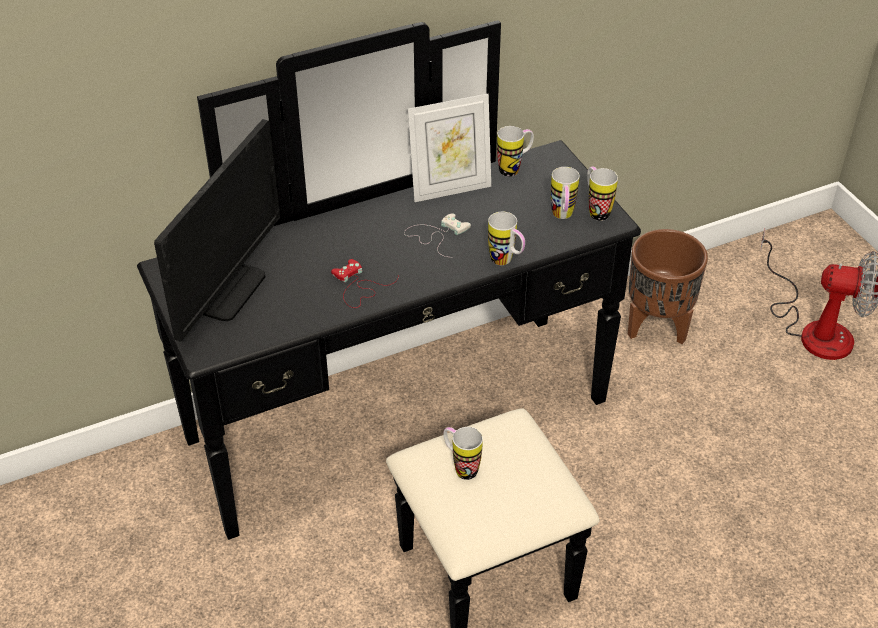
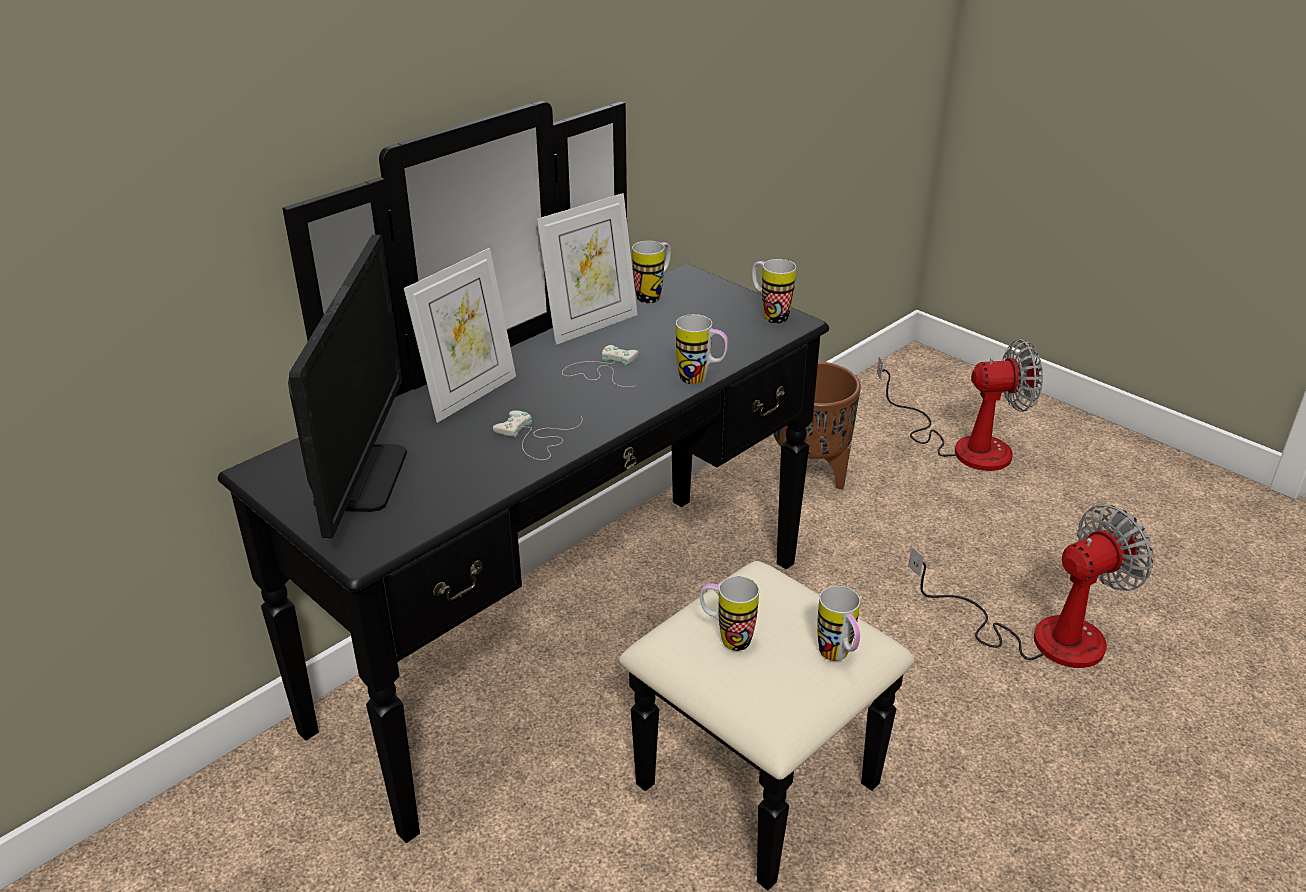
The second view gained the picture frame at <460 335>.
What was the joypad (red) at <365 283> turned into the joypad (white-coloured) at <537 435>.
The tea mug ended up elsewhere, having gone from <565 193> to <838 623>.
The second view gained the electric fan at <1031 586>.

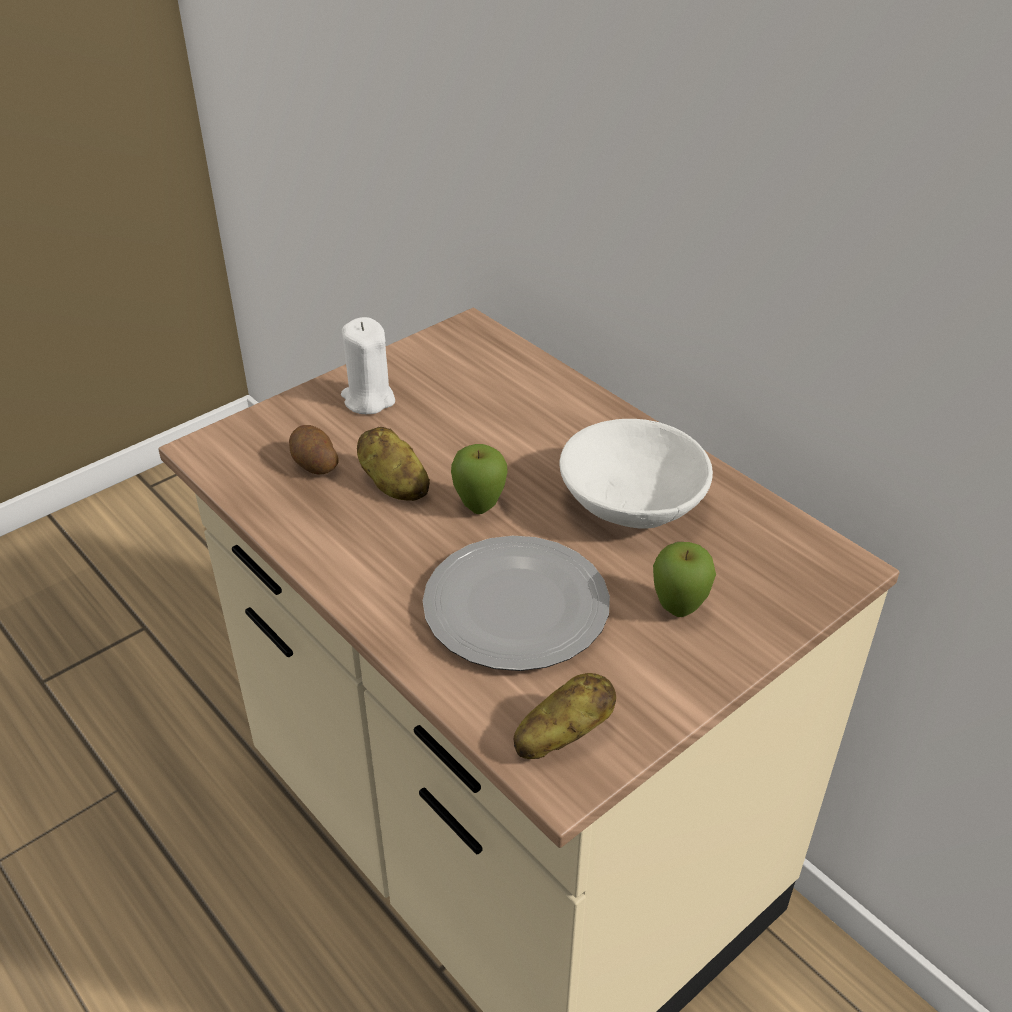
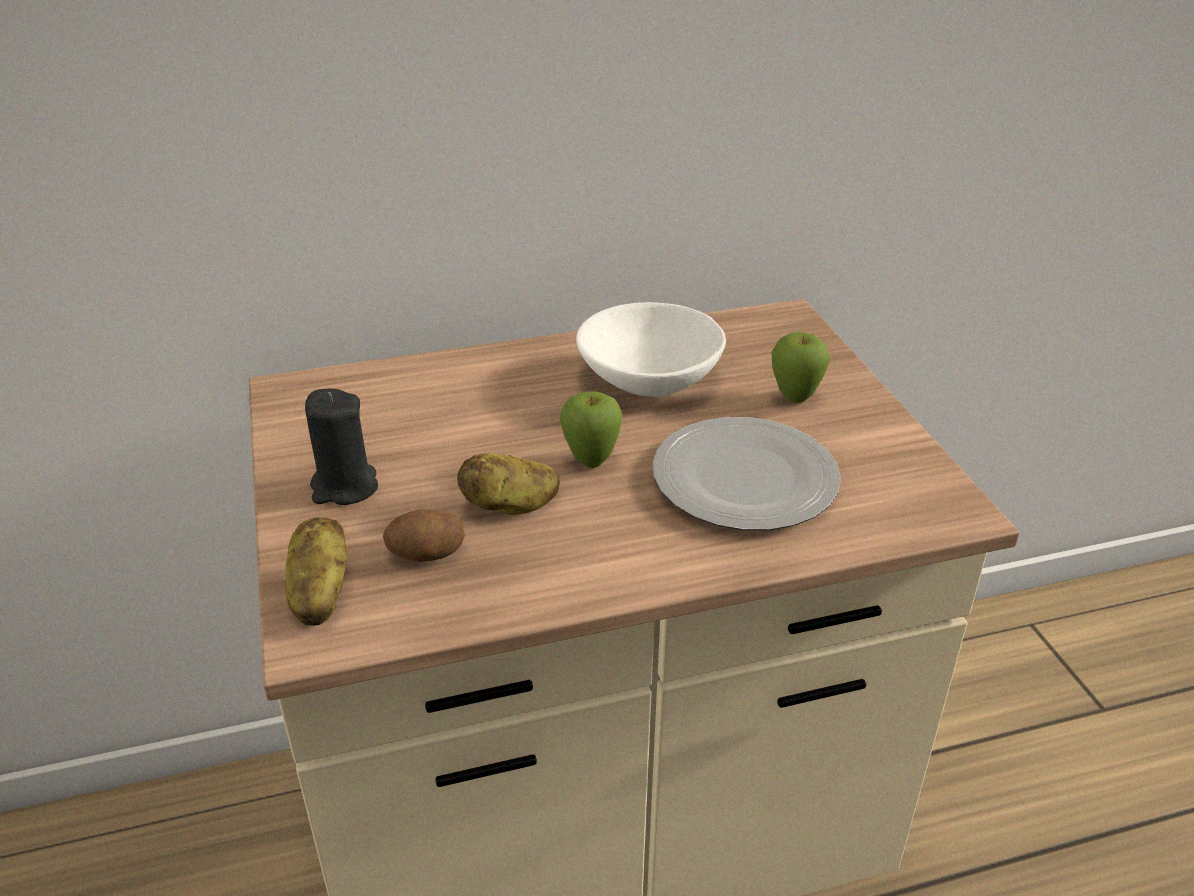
The whole potato ended up elsewhere, having gone from <565 716> to <316 571>.
What was the wax light (white-coloured) at <368 365> turned into the wax light (blackish) at <341 447>.

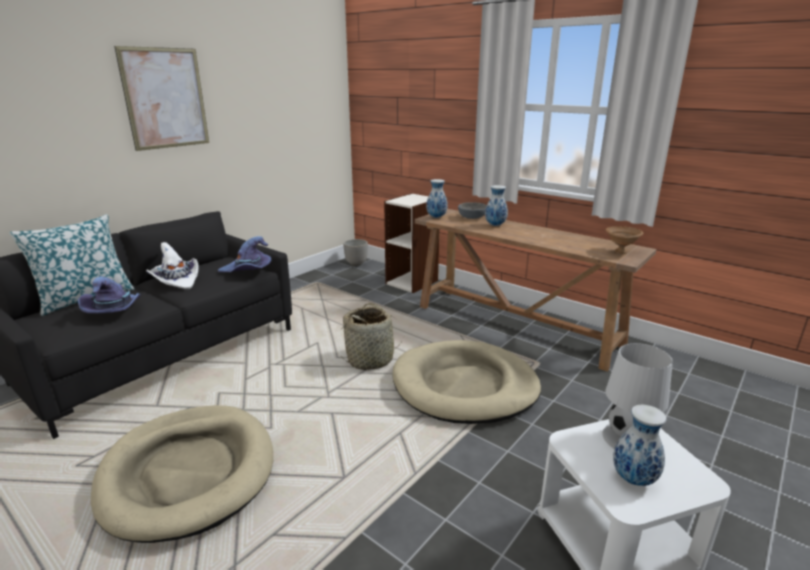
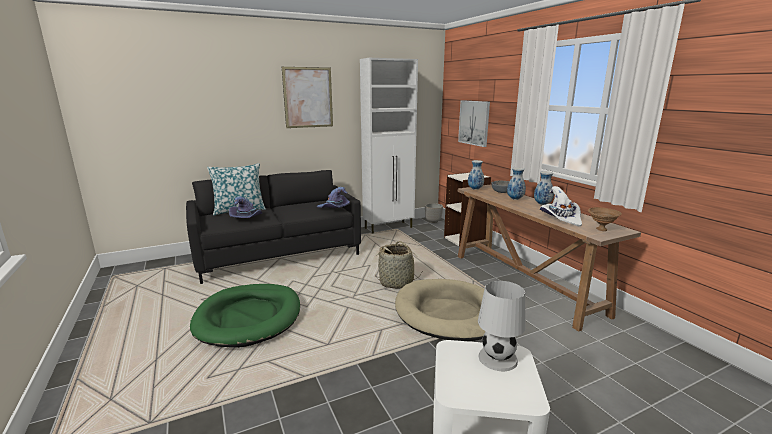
What was the pet bed (beige) at <182 474> turned into the pet bed (green) at <245 316>.
The second view gained the cabinet (white-coloured) at <389 146>.
The second view gained the wall art at <474 123>.
The flower vase ended up elsewhere, having gone from <640 445> to <544 188>.
The clothing hat (white-coloured) ended up elsewhere, having gone from <172 265> to <561 206>.

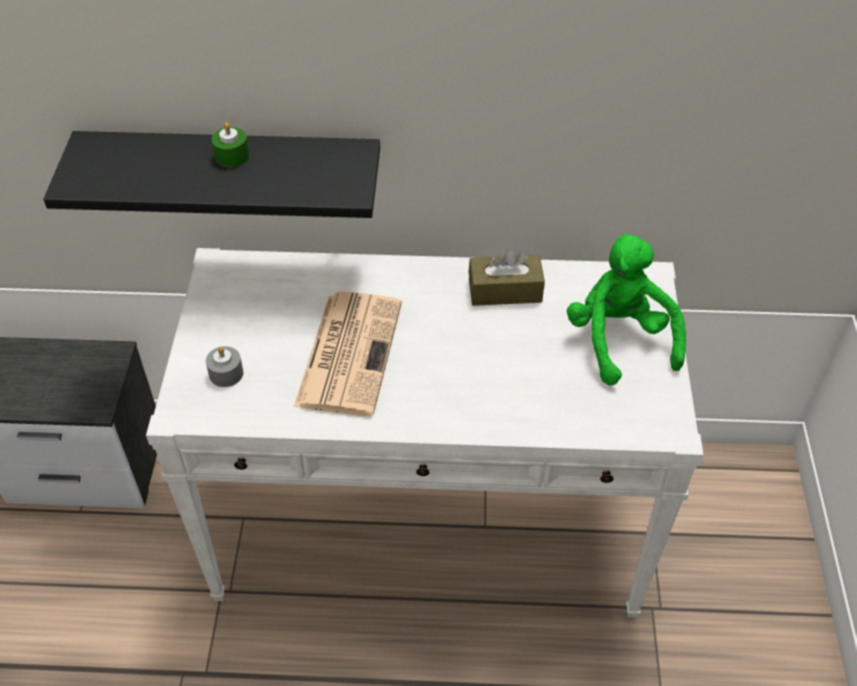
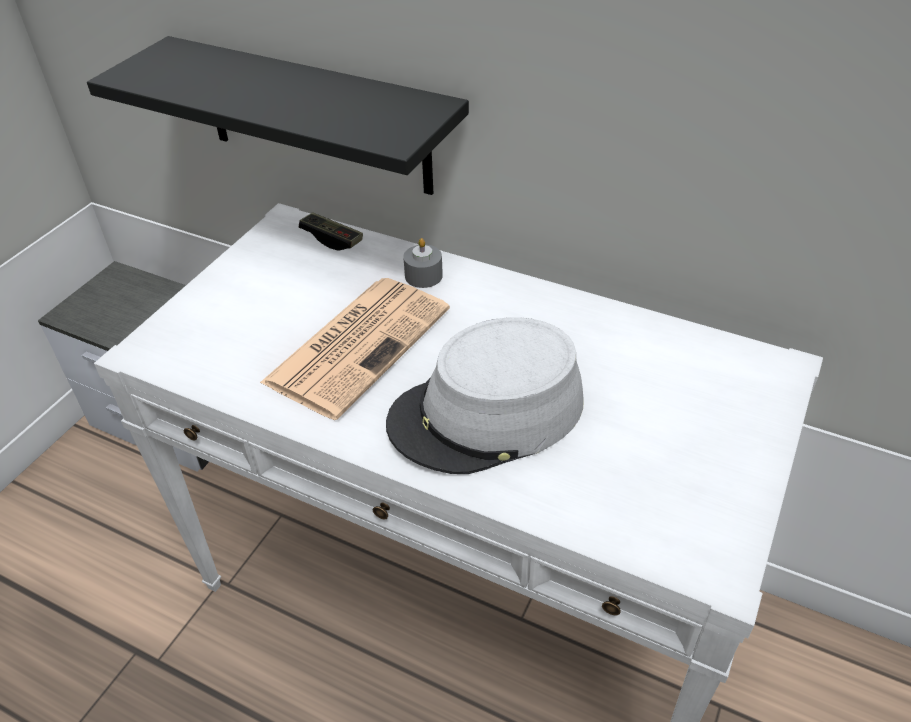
The second view gained the joypad at <331 231>.
The second view gained the clothing hat (grey) at <485 395>.
The wax light (grey) ended up elsewhere, having gone from <224 366> to <423 263>.
The second view lost the wax light (green) at <231 144>.
The second view lost the box of tissues (brown-coloured) at <507 277>.
The second view lost the plush toy (green) at <626 309>.

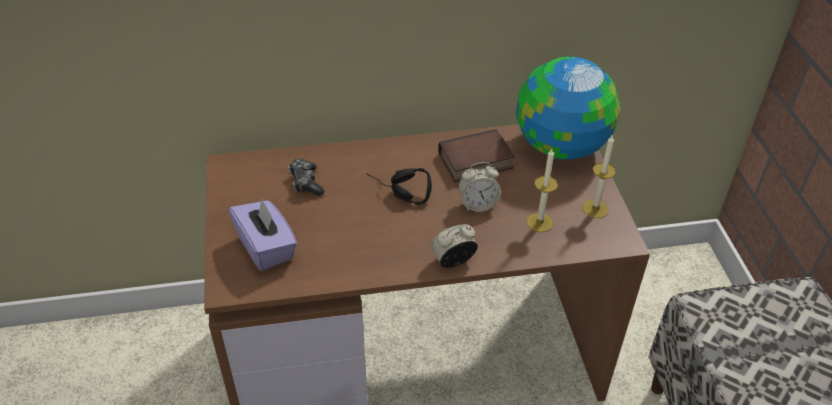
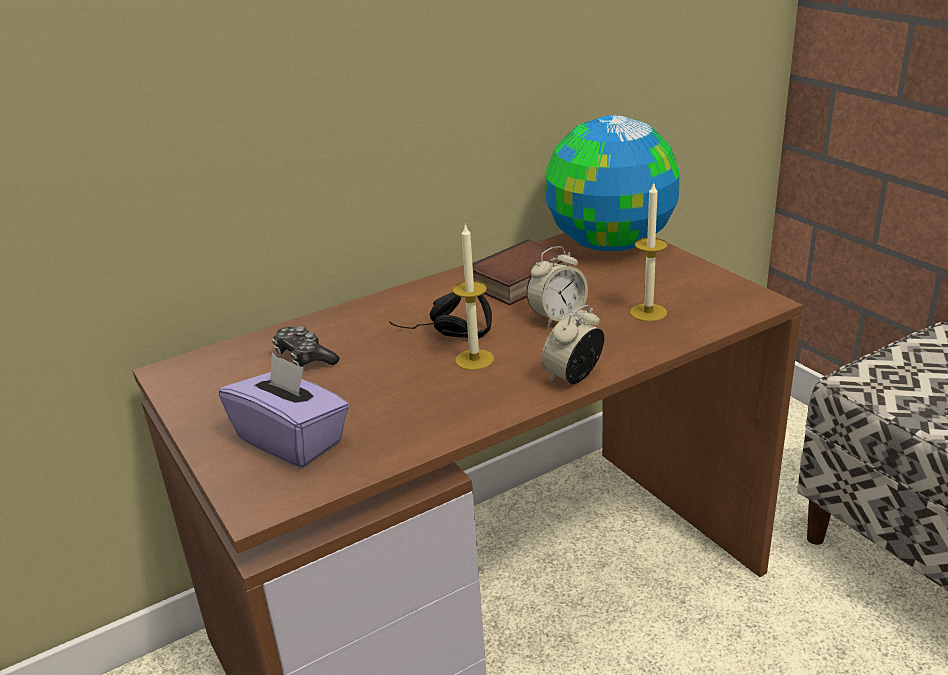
The wax light ended up elsewhere, having gone from <599 176> to <473 296>.

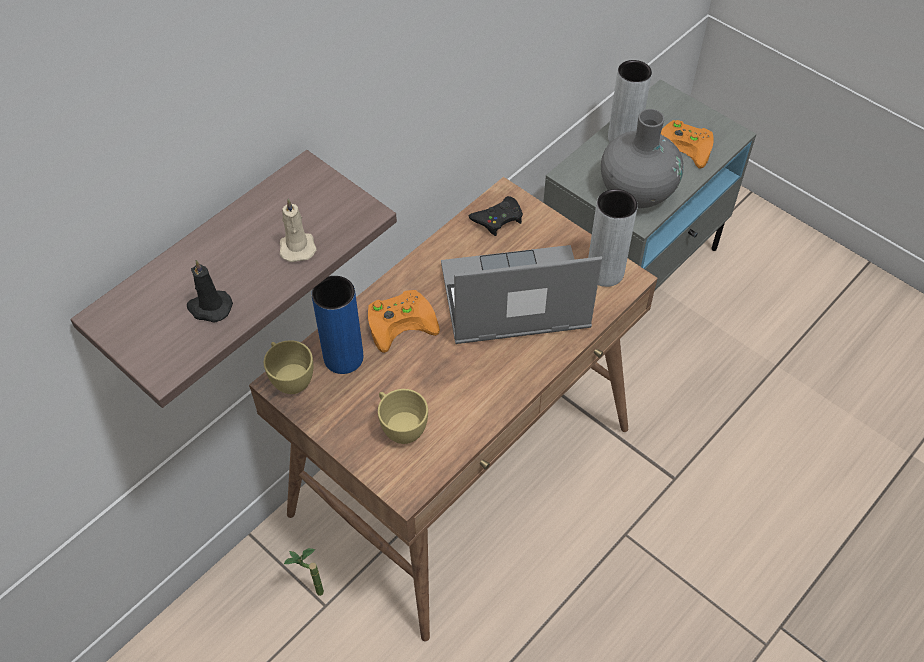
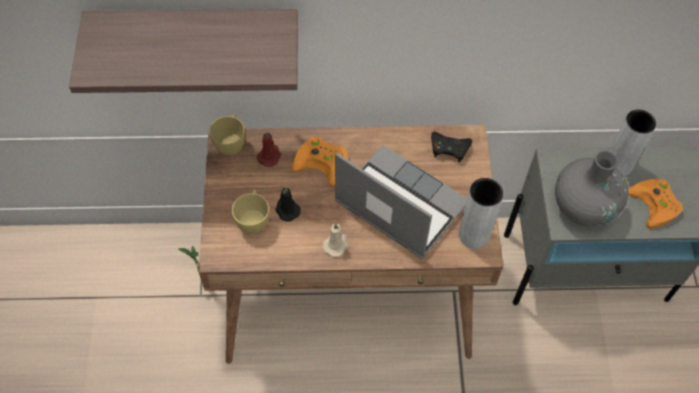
Where the flower vase (bluish) stood at <337 325>, the wax light (red) came to stand at <269 149>.
The wax light (blackish) ended up elsewhere, having gone from <210 291> to <288 204>.
The wax light (beige) ended up elsewhere, having gone from <298 230> to <335 240>.

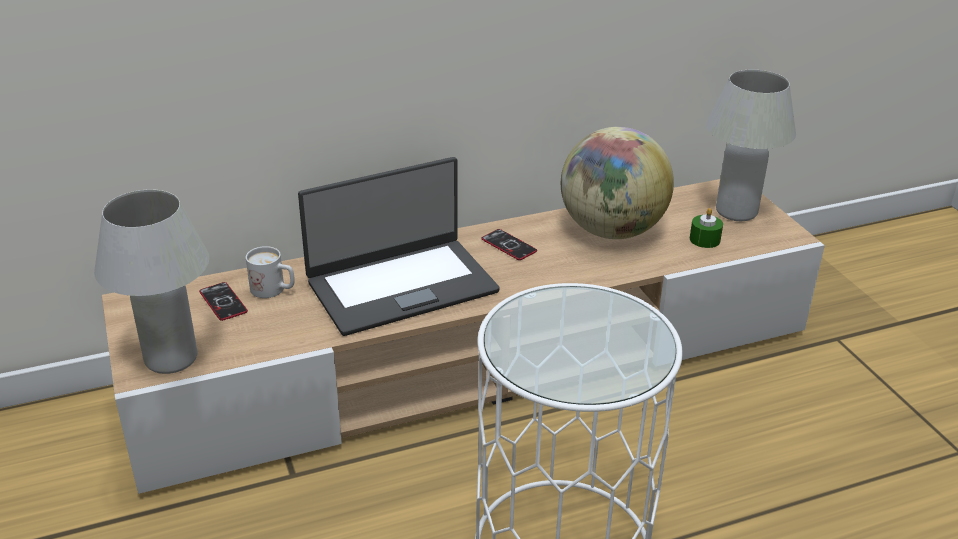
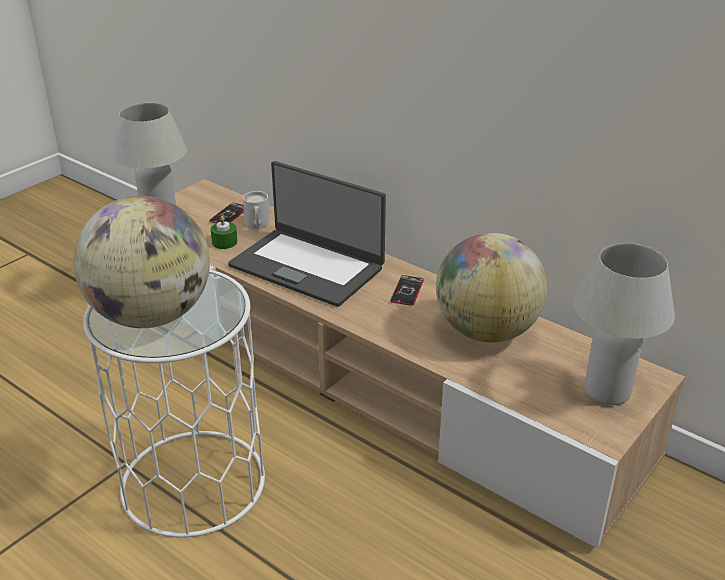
The second view gained the desk globe at <141 262>.
The wax light (green) ended up elsewhere, having gone from <706 228> to <224 232>.

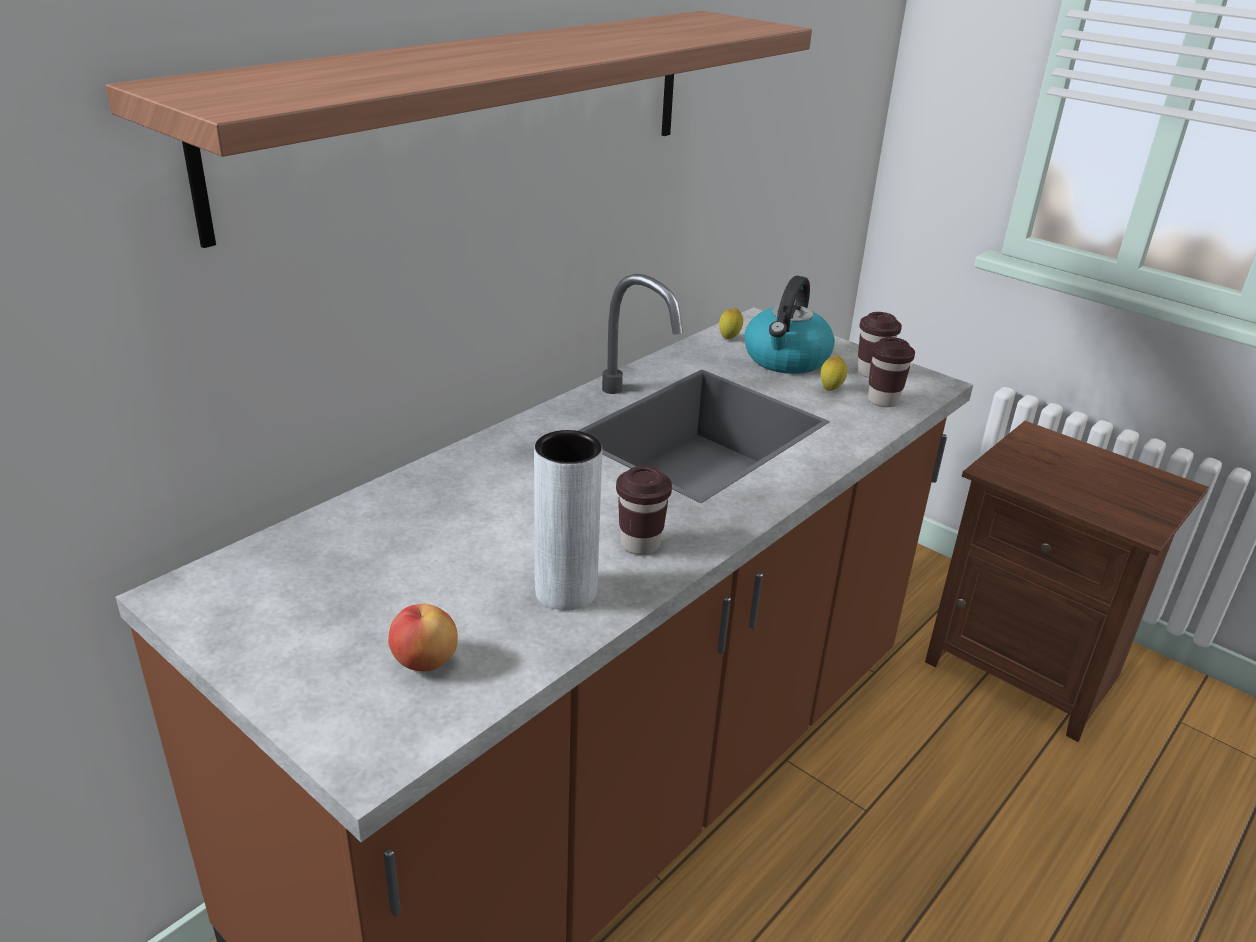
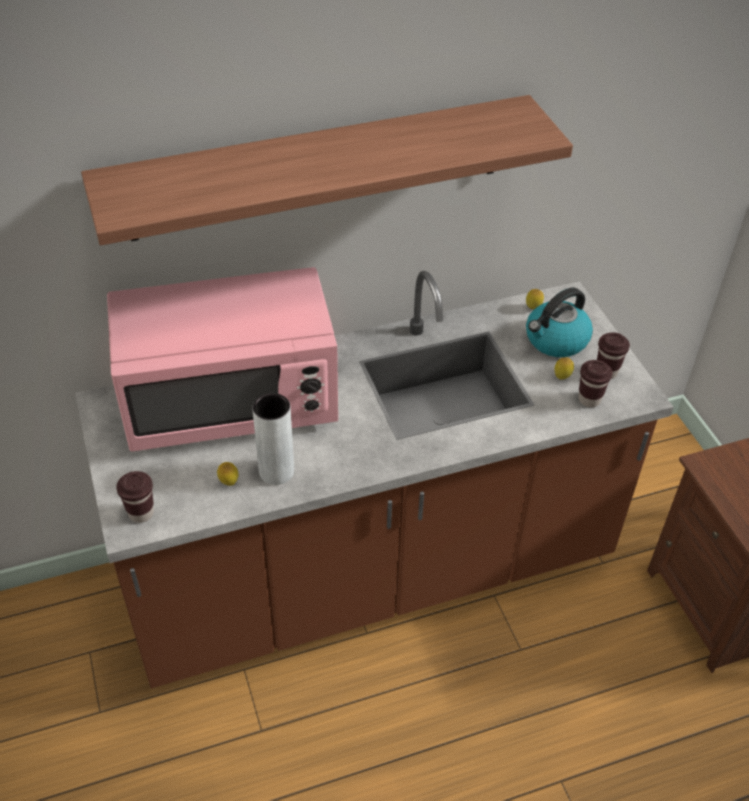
The second view gained the kitchen microwave (pink-coloured) at <222 359>.
The cup (brown-coloured) ended up elsewhere, having gone from <644 510> to <135 497>.
The second view gained the lemon at <228 474>.
The second view lost the whole apple at <423 637>.

